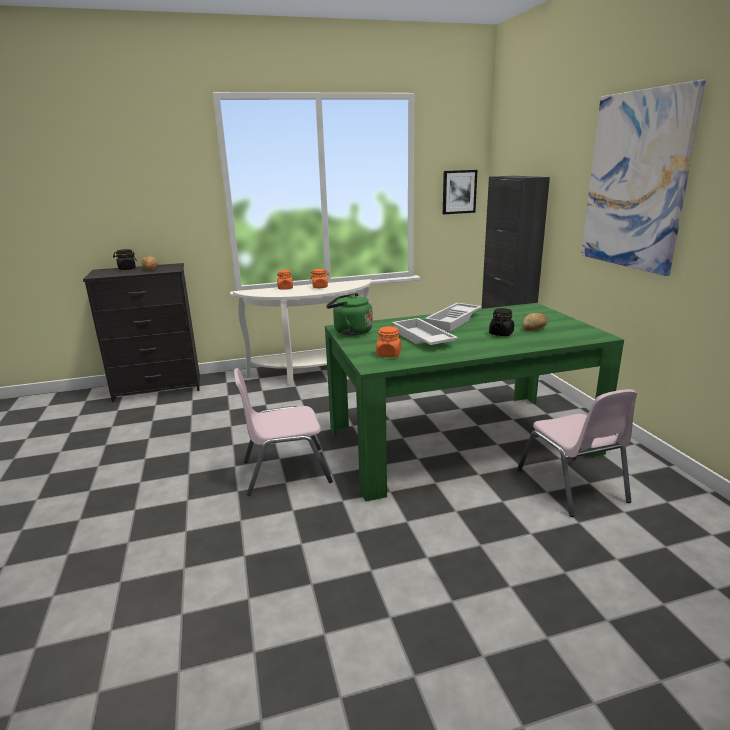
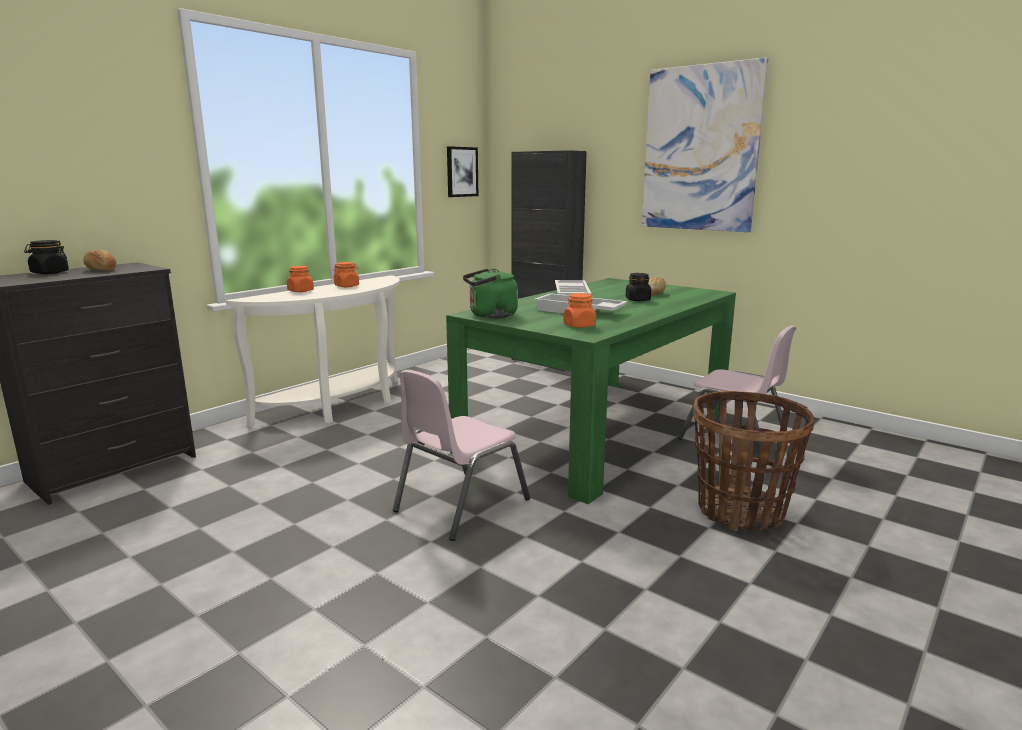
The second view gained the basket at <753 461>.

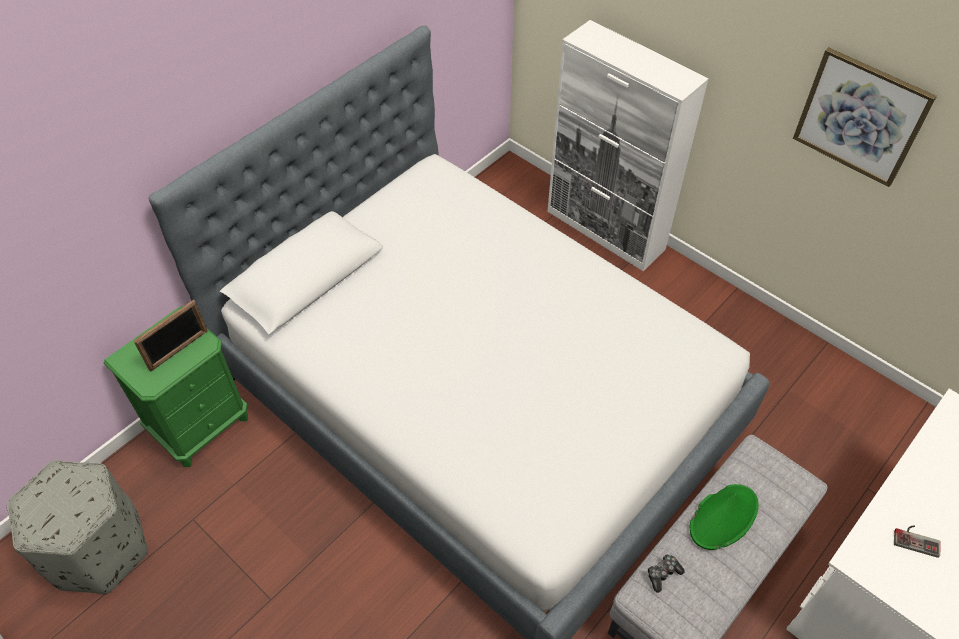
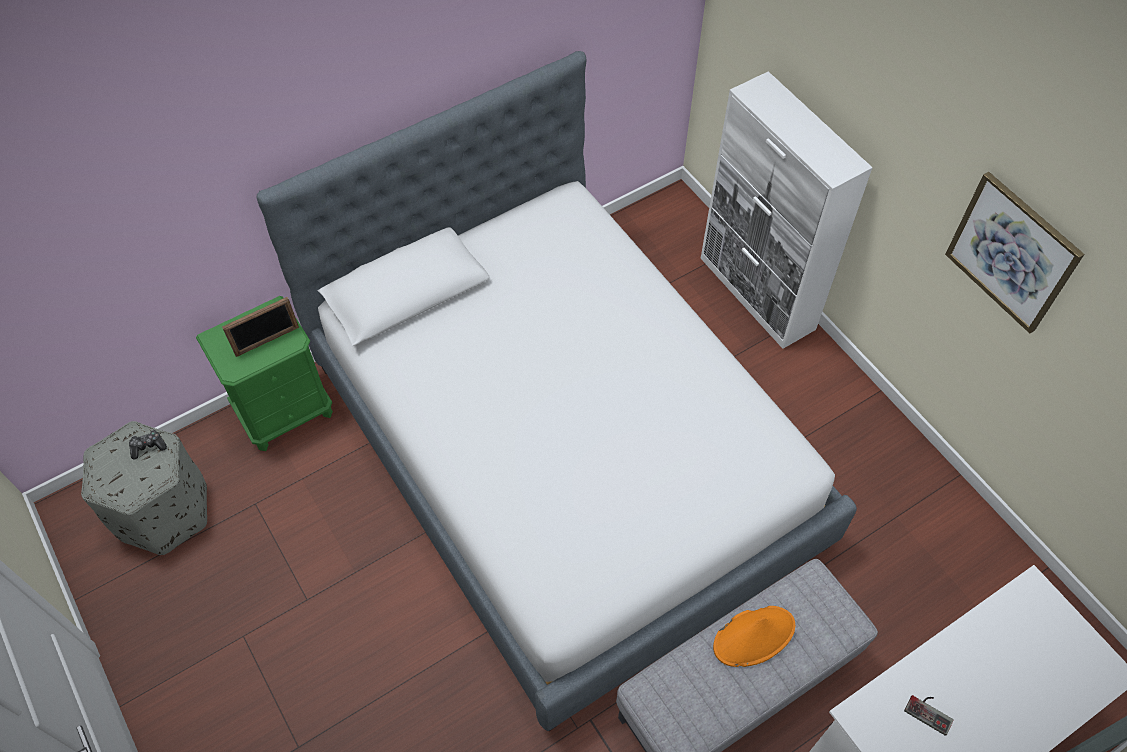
The joypad ended up elsewhere, having gone from <666 573> to <148 445>.
What was the clothing hat (green) at <724 517> turned into the clothing hat (orange) at <754 636>.

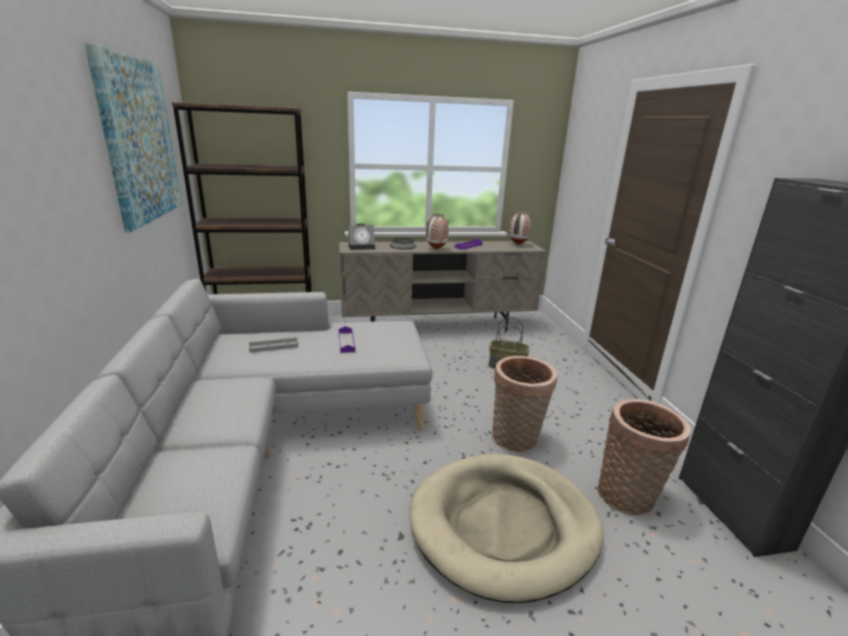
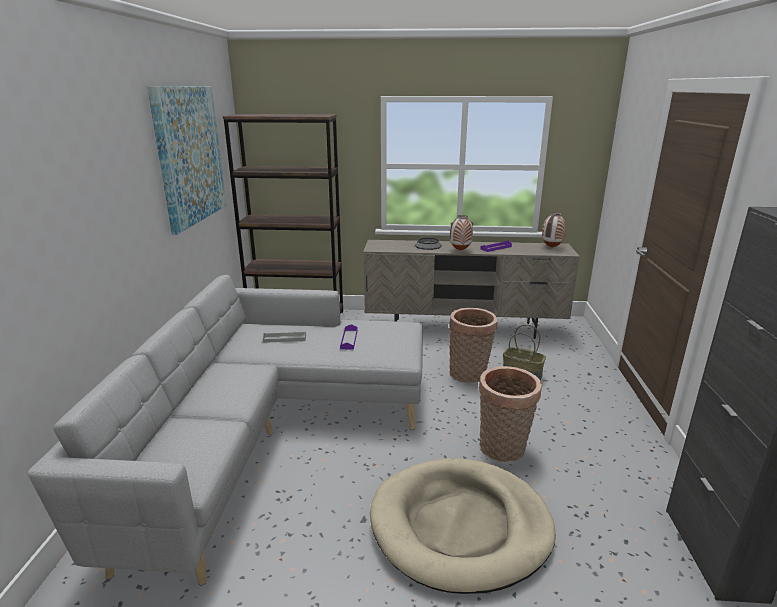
The basket ended up elsewhere, having gone from <644 457> to <473 345>.
The second view lost the table clock at <361 237>.

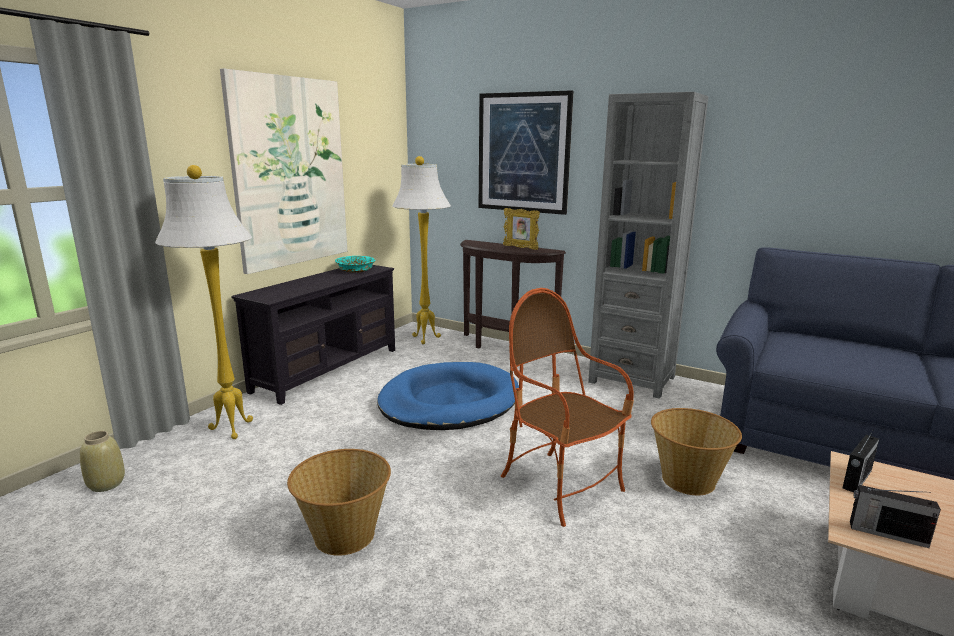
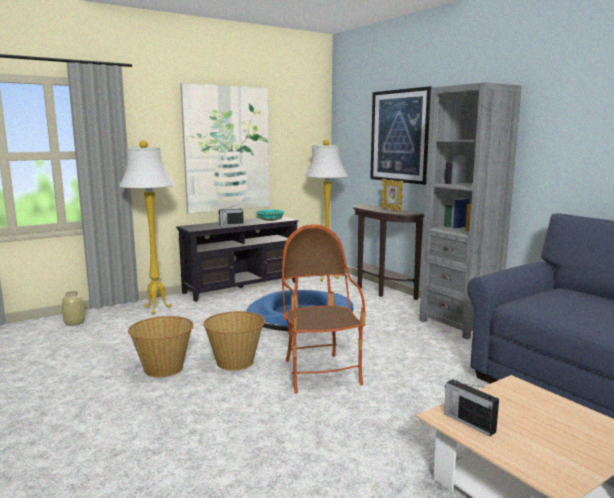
The basket ended up elsewhere, having gone from <696 451> to <234 341>.
The radio ended up elsewhere, having gone from <861 461> to <231 215>.

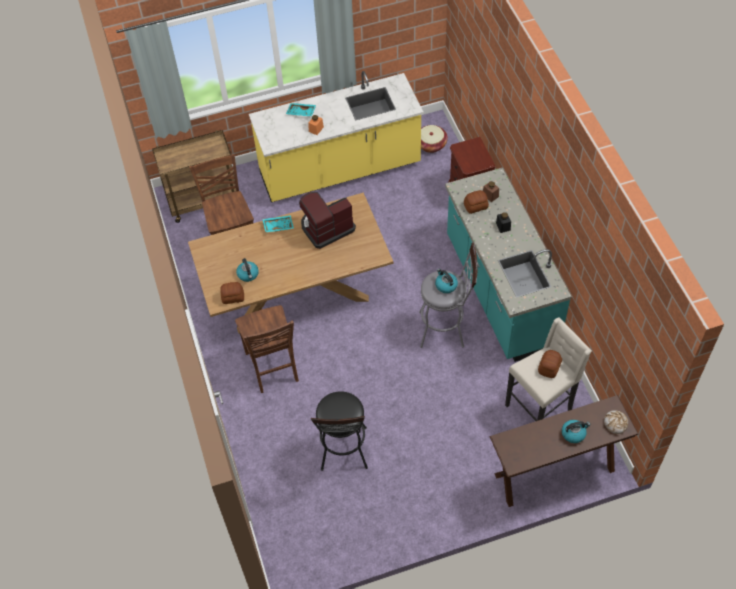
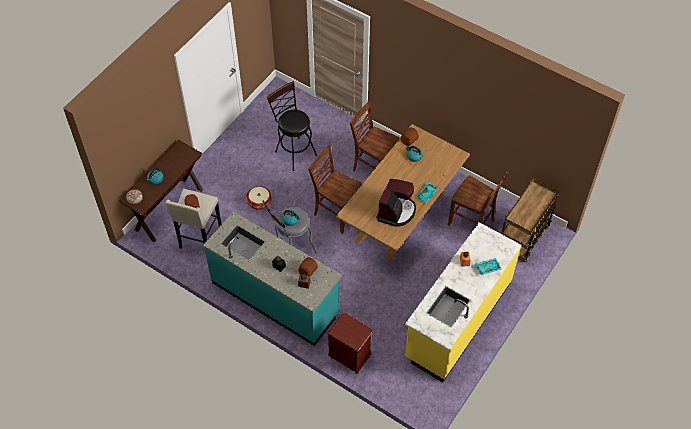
The basket ended up elsewhere, having gone from <434 139> to <259 198>.
The second view gained the plain chair (brown-coloured) at <334 189>.

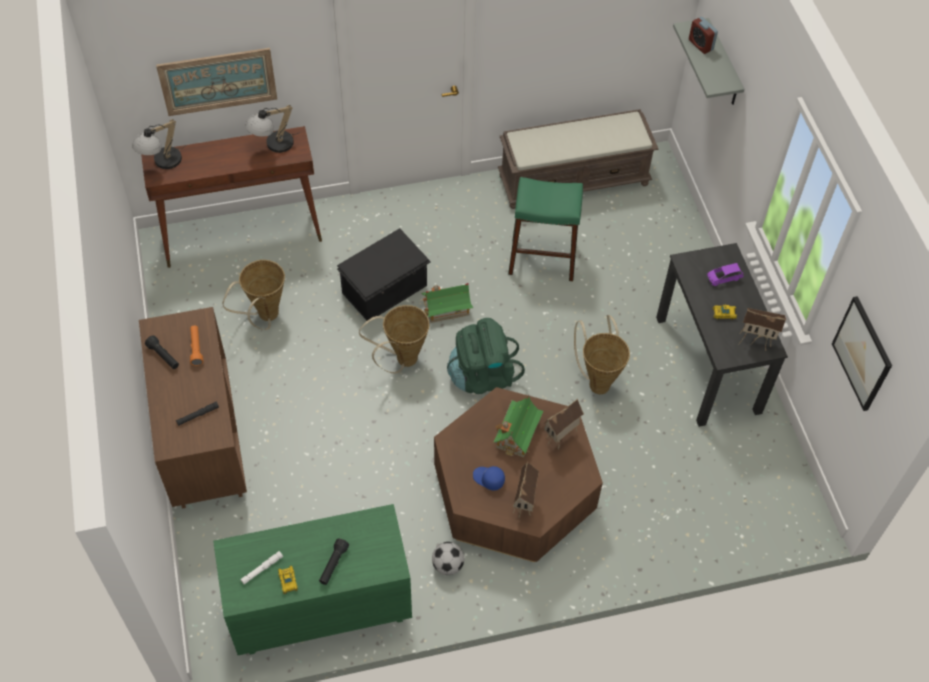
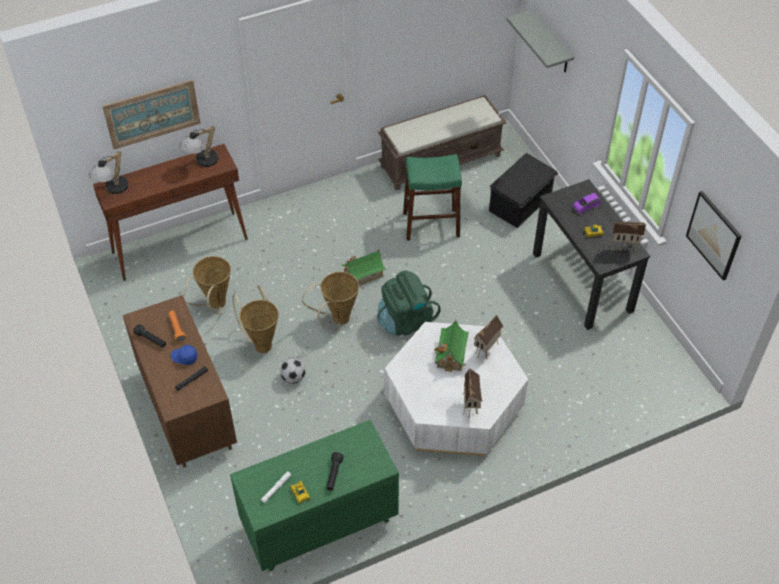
The baseball cap (bluish) ended up elsewhere, having gone from <489 478> to <184 355>.
The basket ended up elsewhere, having gone from <602 354> to <255 319>.
The football ball ended up elsewhere, having gone from <448 558> to <293 371>.
What was the coffee table (brown-coloured) at <518 474> turned into the coffee table (white-coloured) at <456 389>.
The storage box (blackish) ended up elsewhere, having gone from <384 274> to <523 190>.
The second view lost the table clock at <703 35>.

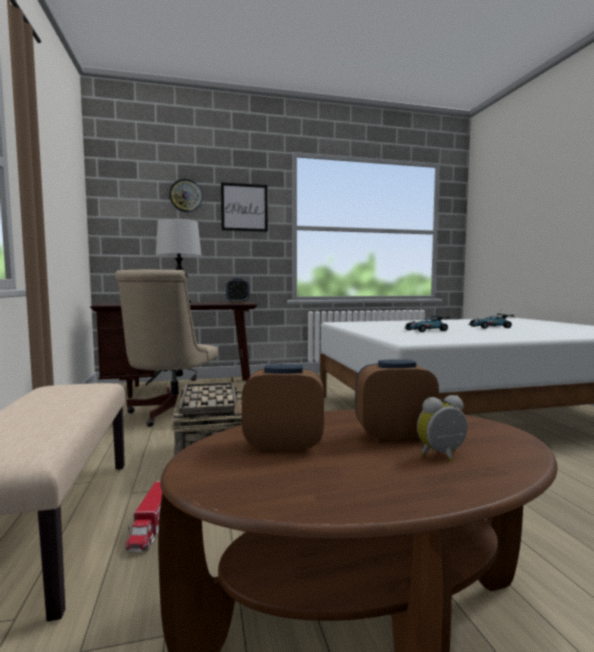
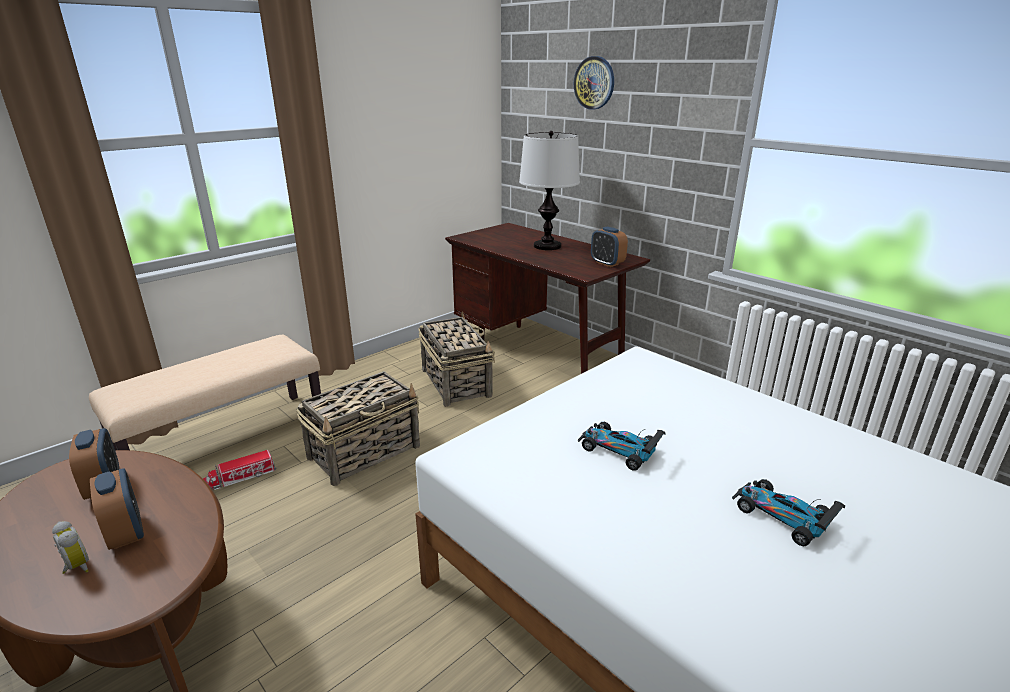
Where the desk chair (beige) stood at <166 348>, the basket came to stand at <457 359>.
The second view lost the wall art at <244 207>.

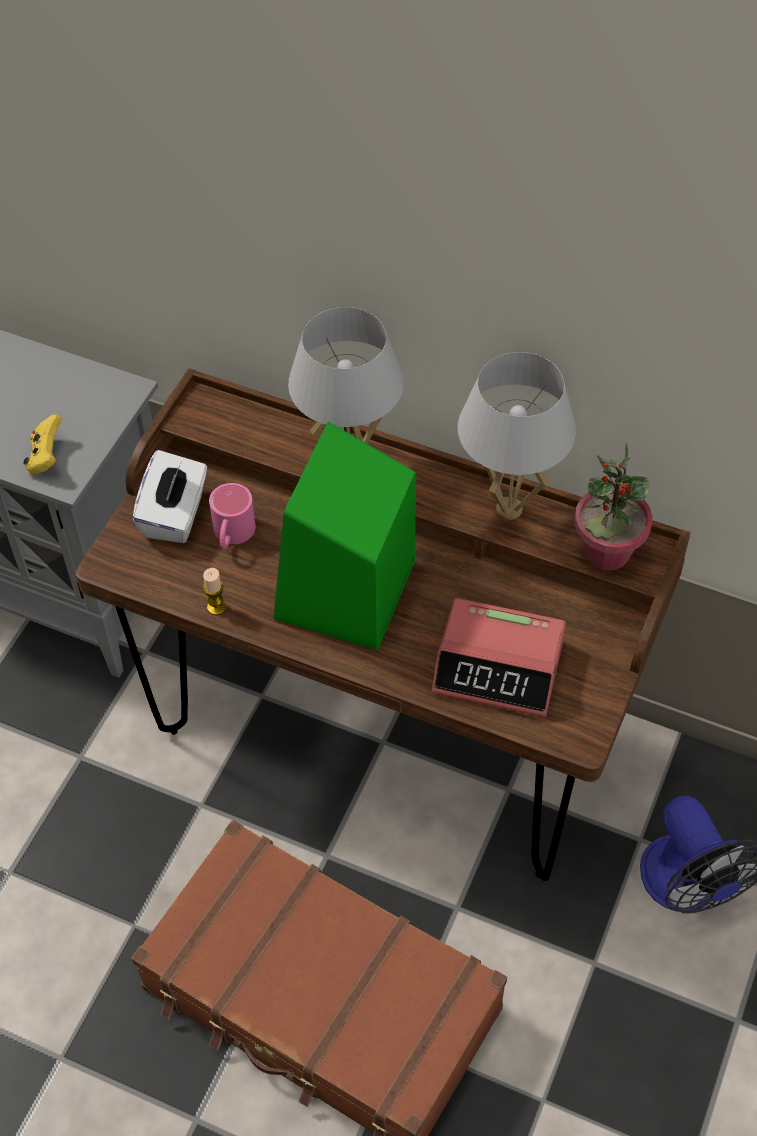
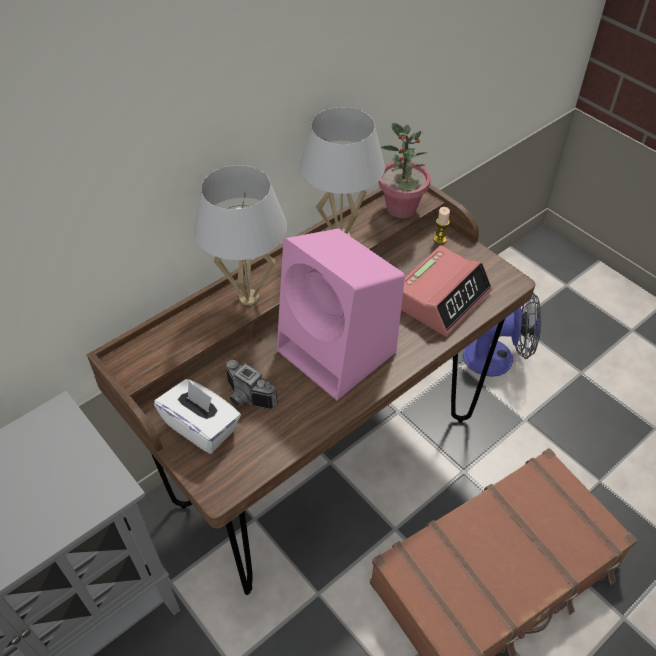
Where the tea mug (pink-coloured) stood at <232 516>, the still camera came to stand at <251 384>.
What was the loudspeaker (green) at <344 536> turned into the loudspeaker (pink-coloured) at <341 314>.
The wax light ended up elsewhere, having gone from <215 591> to <442 225>.
The second view lost the joypad (yellow-coloured) at <42 444>.

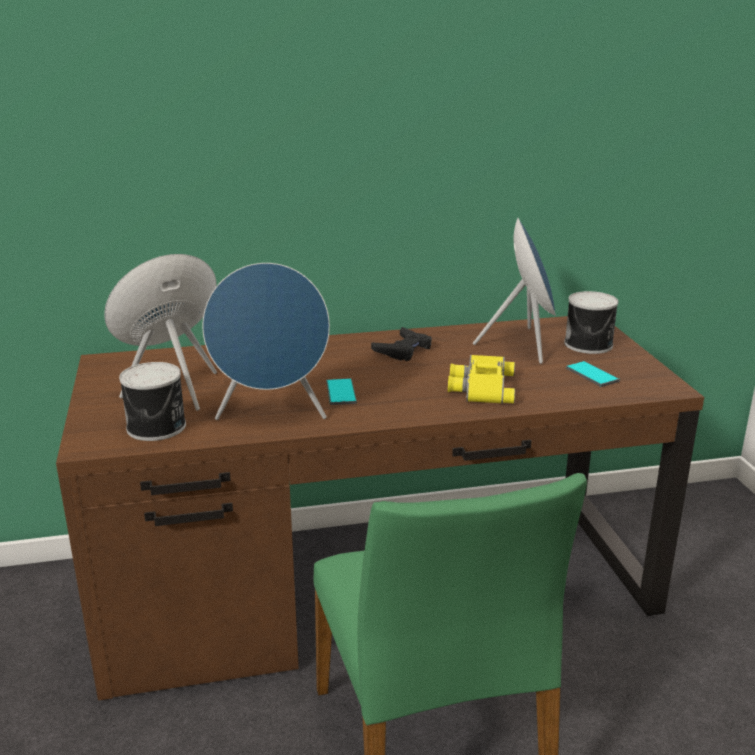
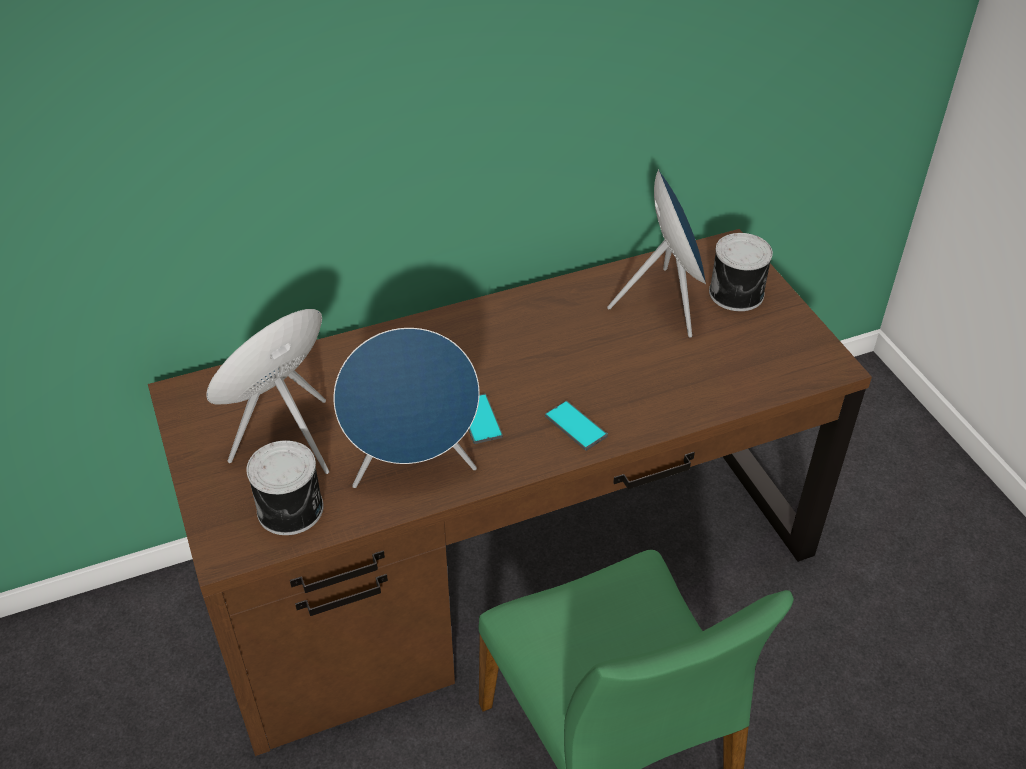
The handset ended up elsewhere, having gone from <593 374> to <576 426>.
The second view lost the joypad (blackish) at <401 344>.
The second view lost the field glasses (yellow-coloured) at <481 379>.

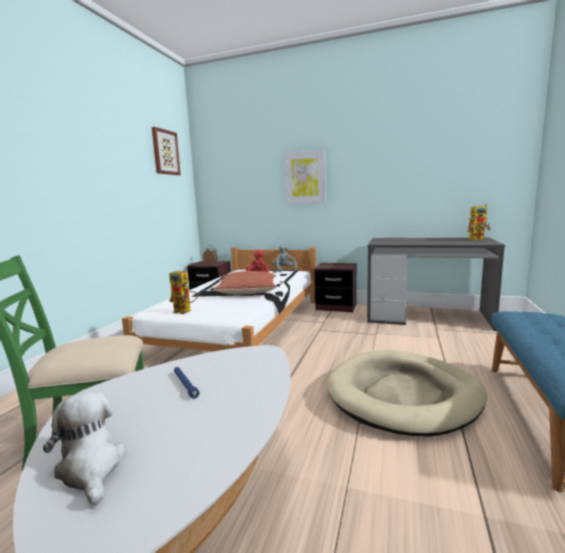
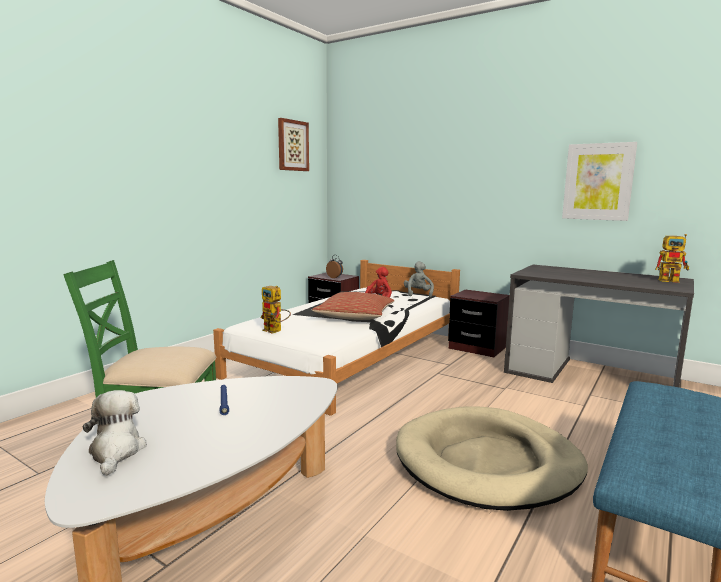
The wall art ended up elsewhere, having gone from <305 176> to <599 181>.

